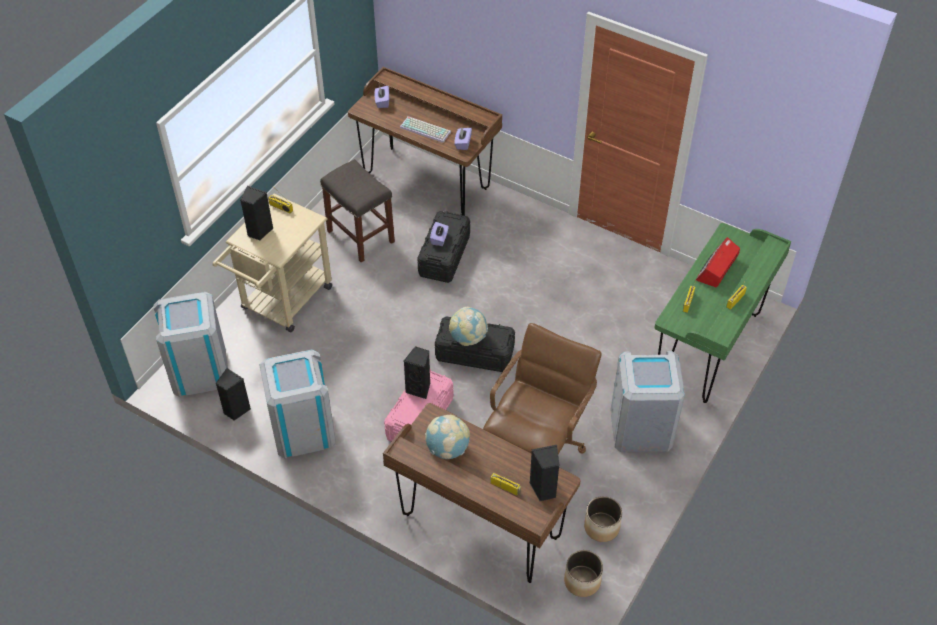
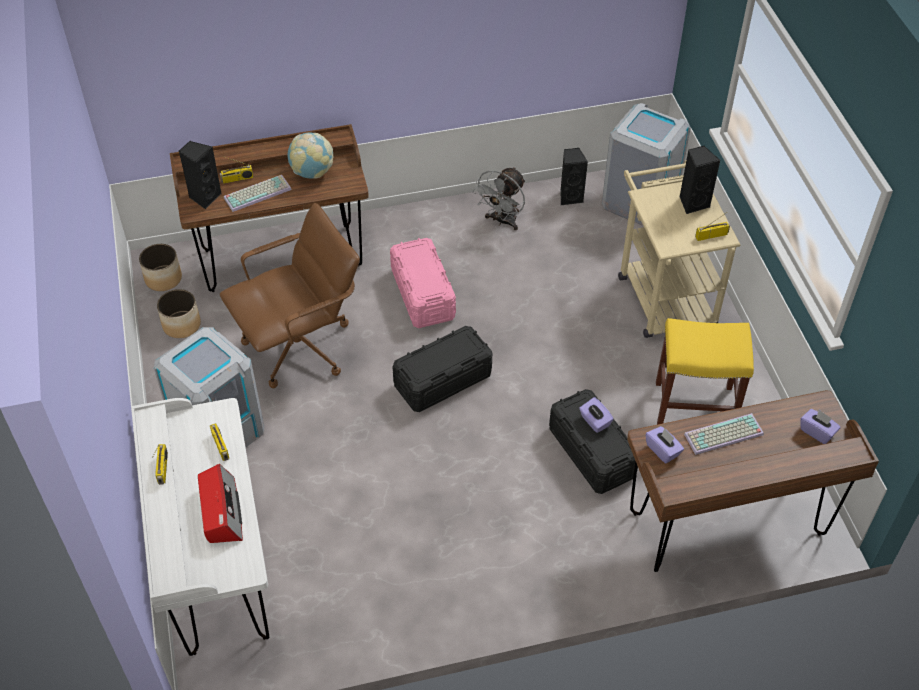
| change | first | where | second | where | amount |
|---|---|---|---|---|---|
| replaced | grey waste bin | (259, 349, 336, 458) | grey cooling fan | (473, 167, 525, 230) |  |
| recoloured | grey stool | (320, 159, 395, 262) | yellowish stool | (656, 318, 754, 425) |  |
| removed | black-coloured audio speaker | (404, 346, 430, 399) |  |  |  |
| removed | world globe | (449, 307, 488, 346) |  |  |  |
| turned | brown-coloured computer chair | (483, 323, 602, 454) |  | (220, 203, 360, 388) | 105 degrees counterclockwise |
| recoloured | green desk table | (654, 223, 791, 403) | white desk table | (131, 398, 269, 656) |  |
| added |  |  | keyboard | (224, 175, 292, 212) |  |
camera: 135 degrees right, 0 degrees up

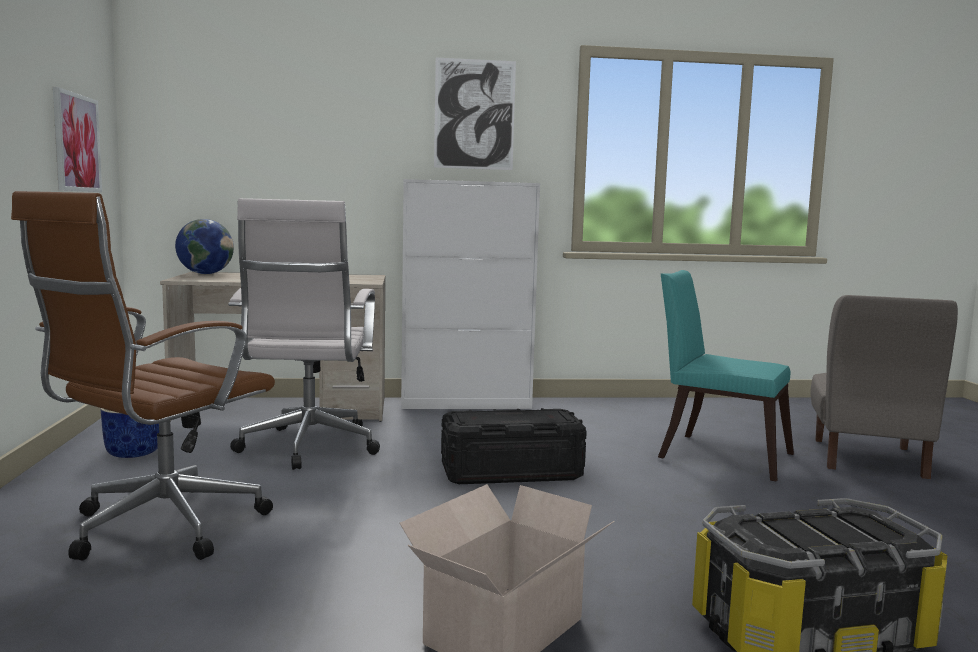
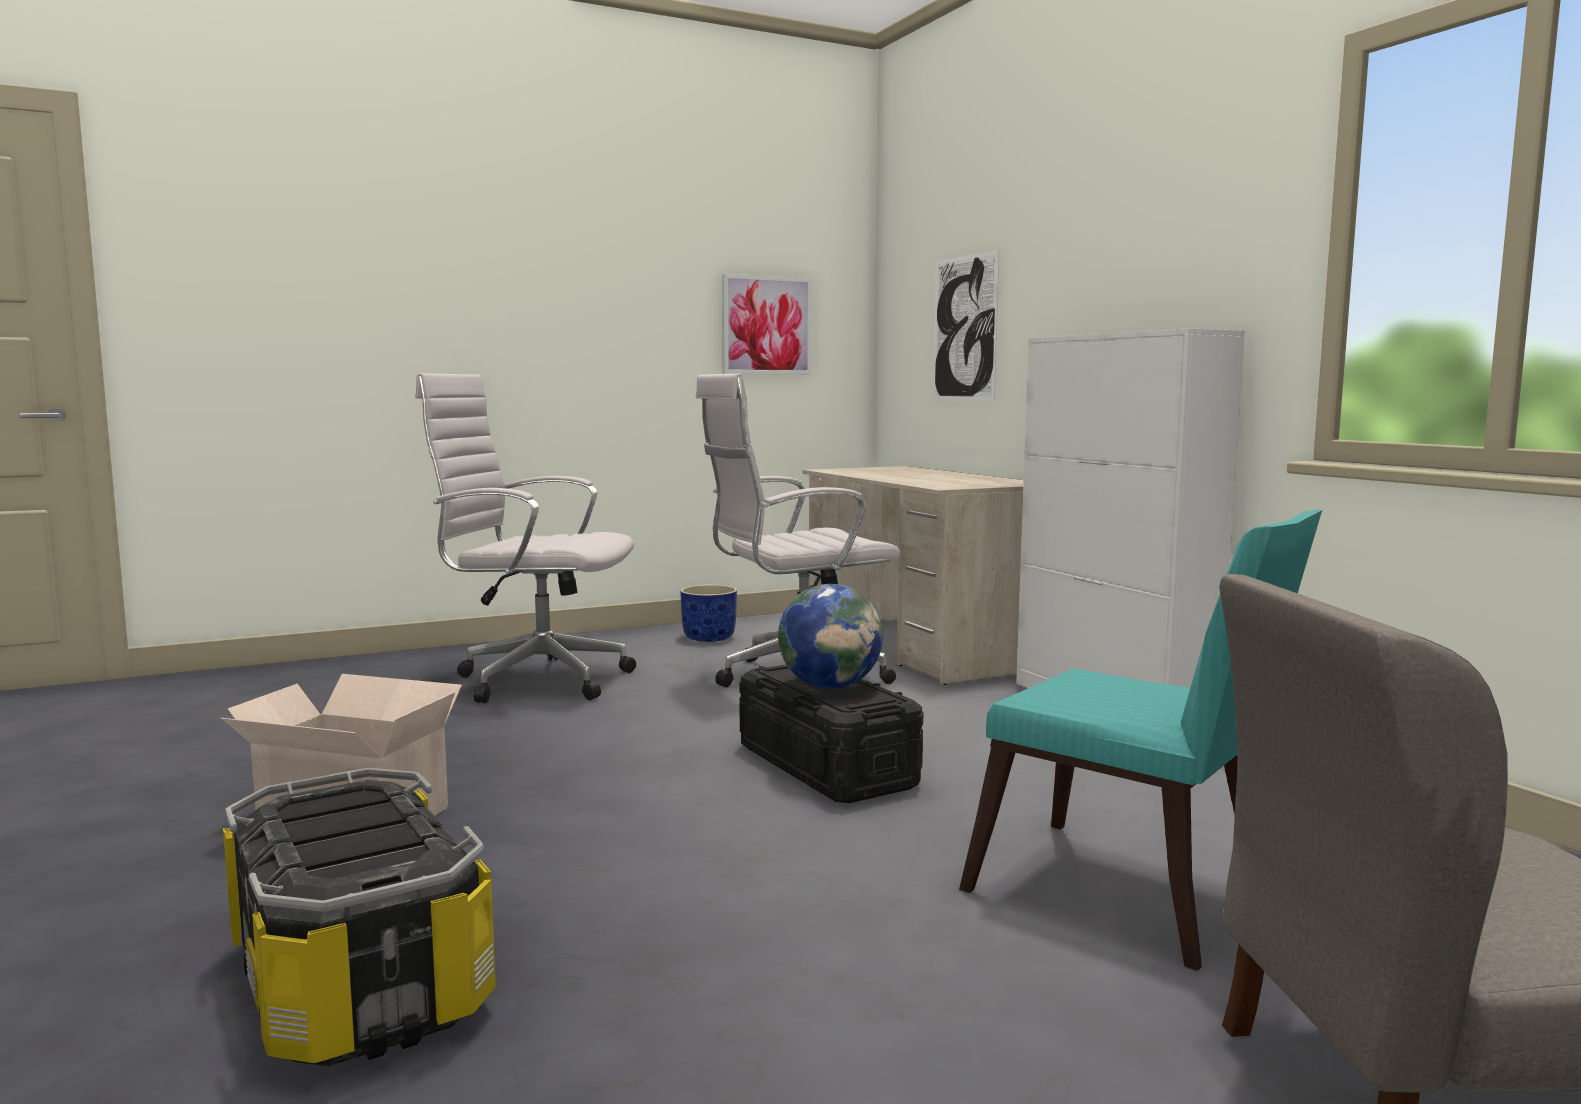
| change | first | where | second | where | amount |
|---|---|---|---|---|---|
| recoloured | brown-coloured computer chair | (11, 191, 275, 560) | white computer chair | (415, 373, 636, 703) |  |
| moved | world globe | (175, 219, 234, 274) |  | (778, 584, 883, 689) |  |
| moved | wall art | (434, 58, 516, 170) |  | (933, 250, 999, 400) |  |
| turned | turquoise-coloured upright chair | (658, 270, 794, 481) |  | (959, 509, 1322, 971) | 120 degrees clockwise |
camera: 70 degrees right, 0 degrees up

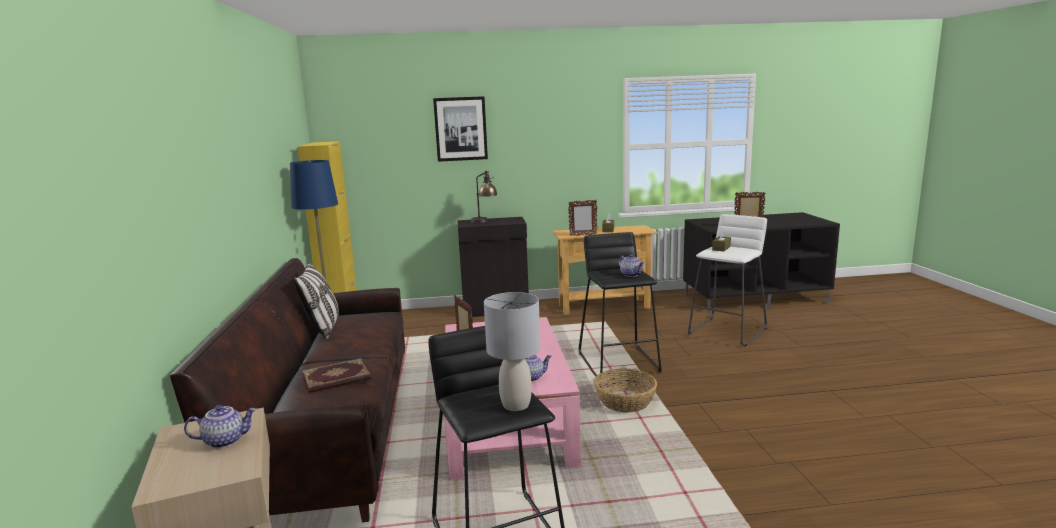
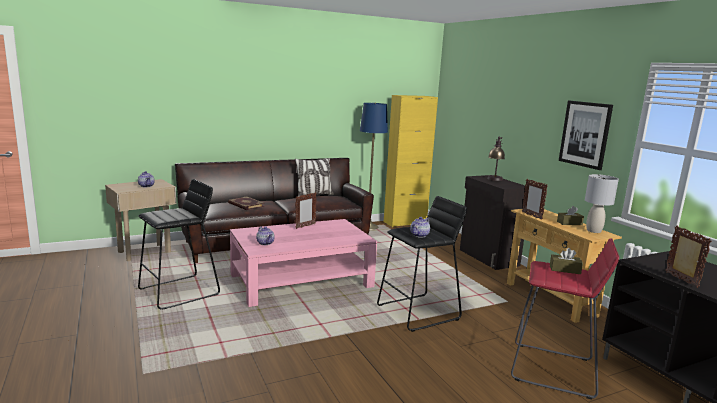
| change | first | where | second | where | amount |
|---|---|---|---|---|---|
| moved | wall art | (433, 96, 488, 162) |  | (559, 101, 613, 170) |  |
| moved | grey table lamp | (484, 292, 540, 411) |  | (585, 174, 619, 233) |  |
| removed | household basket | (594, 368, 657, 413) |  |  |  |
| recoloured | white stool | (688, 214, 767, 347) | red stool | (511, 238, 619, 400) |  |
camera: 70 degrees right, 0 degrees up

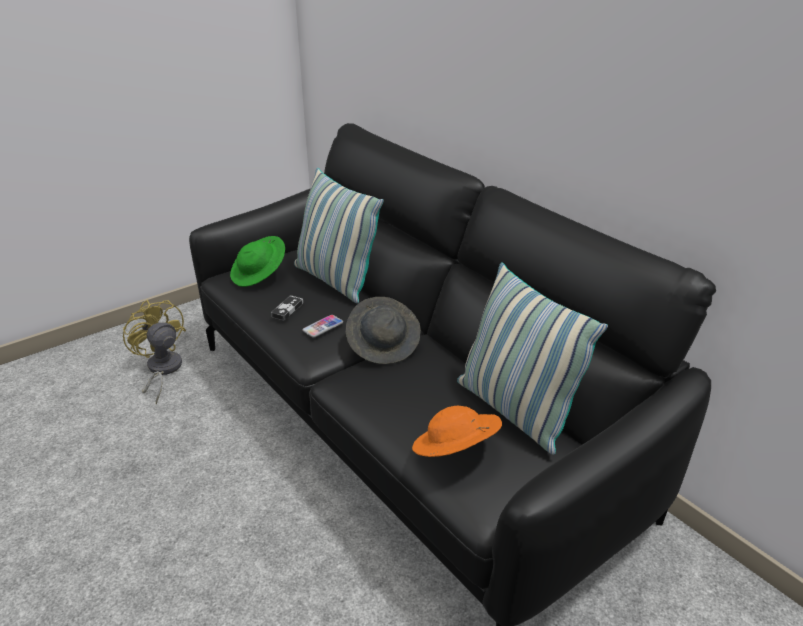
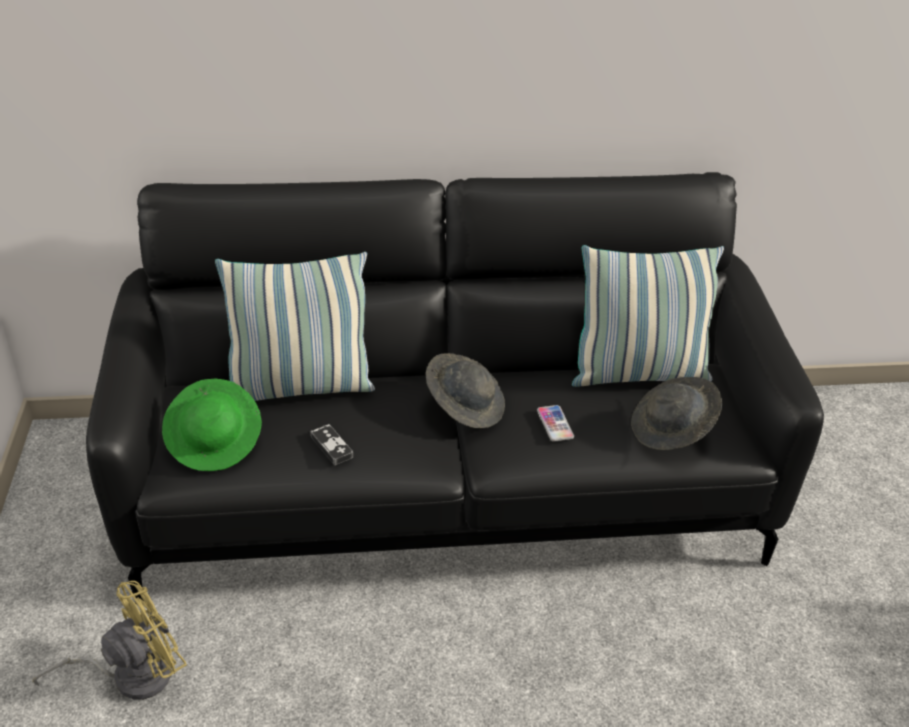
| change | first | where | second | where | amount |
|---|---|---|---|---|---|
| turned | yellowish cooling fan | (123, 299, 186, 404) |  | (32, 581, 187, 700) | 150 degrees clockwise |
| moved | phone | (302, 315, 343, 338) |  | (537, 405, 574, 442) |  |
| recoloured | orangey hat | (412, 406, 502, 457) | grey hat | (631, 377, 722, 450) |  |
camera: 60 degrees left, 5 degrees up

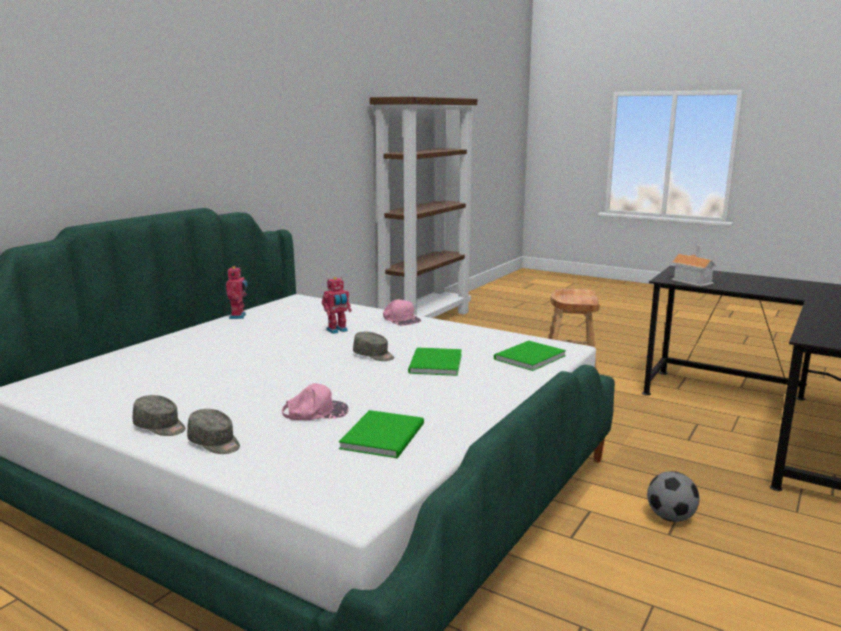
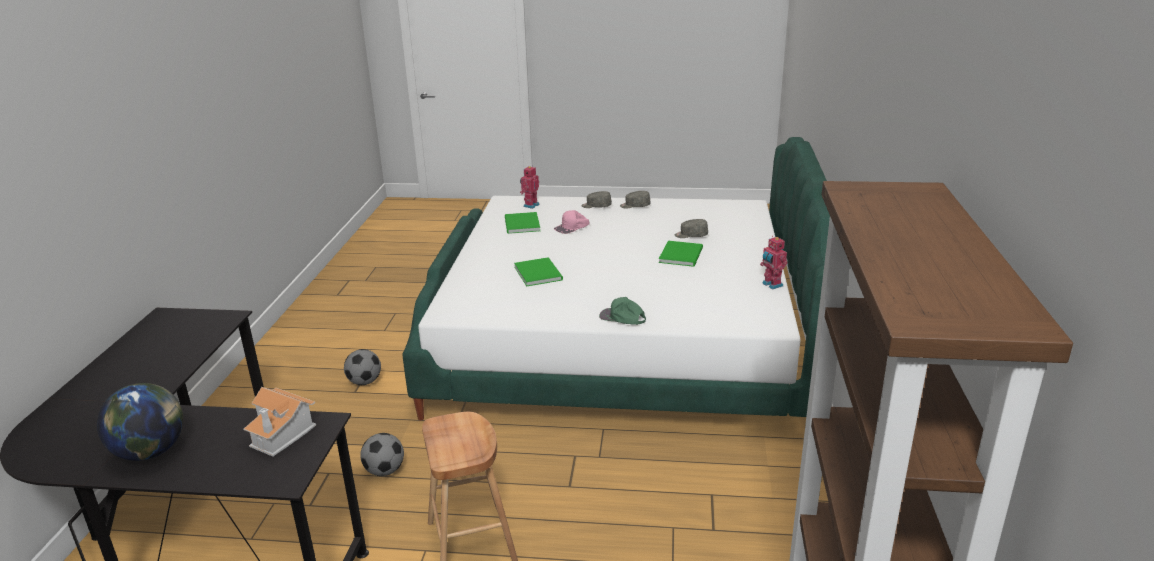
| change | first | where | second | where | amount |
|---|---|---|---|---|---|
| moved | model robot | (322, 277, 352, 334) |  | (520, 165, 540, 209) |  |
| moved | grey peaked cap | (353, 332, 394, 361) |  | (674, 219, 708, 238) |  |
| recoloured | pink peaked cap | (383, 299, 421, 326) | green peaked cap | (599, 297, 646, 325) |  |
| moved | green book | (494, 341, 566, 371) |  | (659, 241, 703, 267) |  |
| added |  |  | world globe | (97, 383, 183, 461) |  |
| added |  |  | ball for football | (360, 433, 404, 476) |  |
camera: 155 degrees right, 10 degrees up

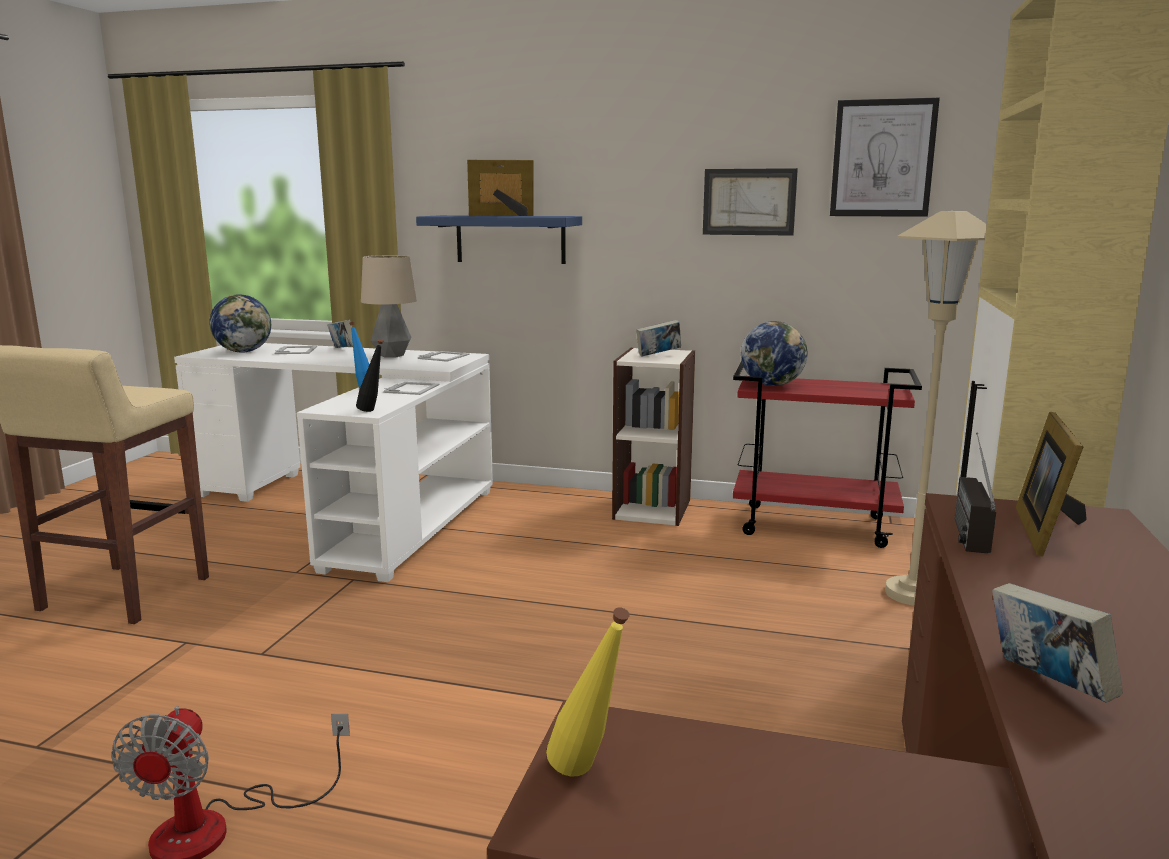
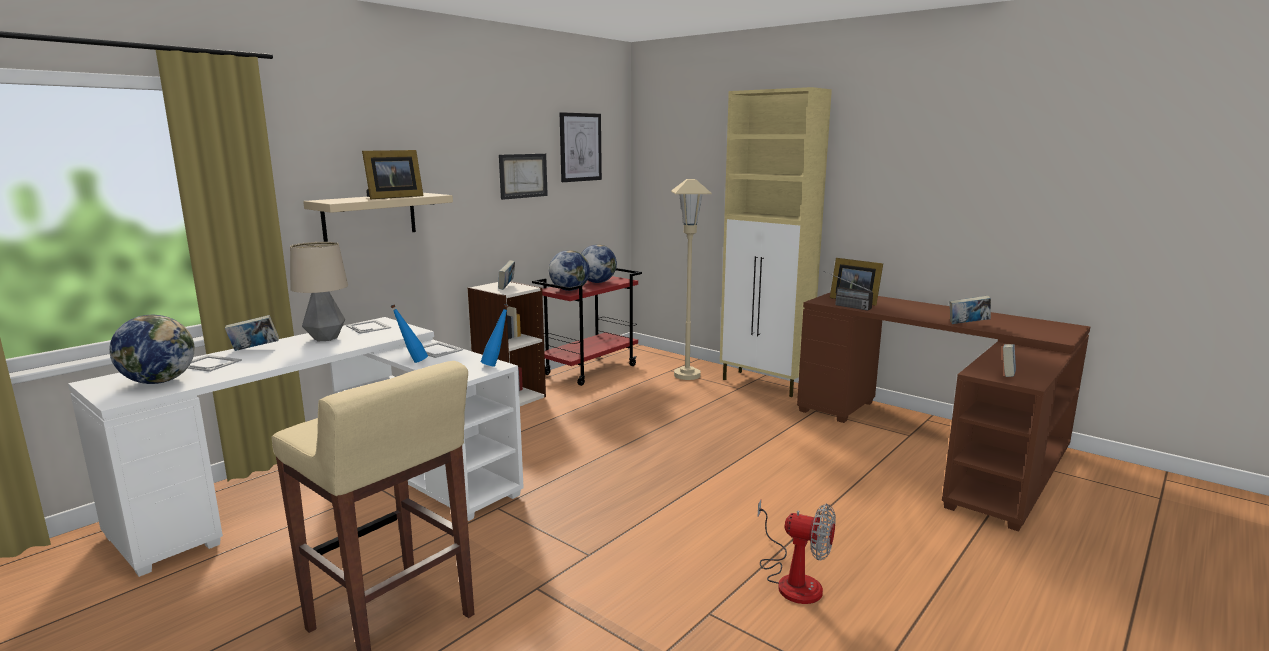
| change | first | where | second | where | amount |
|---|---|---|---|---|---|
| recoloured | black-coloured drink bottle | (356, 339, 383, 412) | bluish drink bottle | (481, 304, 509, 366) |  |
| recoloured | bluish shelf | (416, 215, 582, 264) | sand-coloured shelf | (303, 193, 453, 242) |  |
| turned | photo frame | (467, 160, 533, 216) |  | (362, 150, 424, 199) | 150 degrees counterclockwise |
| replaced | yellowish drink bottle | (546, 607, 630, 776) | book | (1003, 344, 1016, 377) |  |
| added |  |  | world globe | (581, 244, 617, 283) |  |
camera: 65 degrees left, 0 degrees up

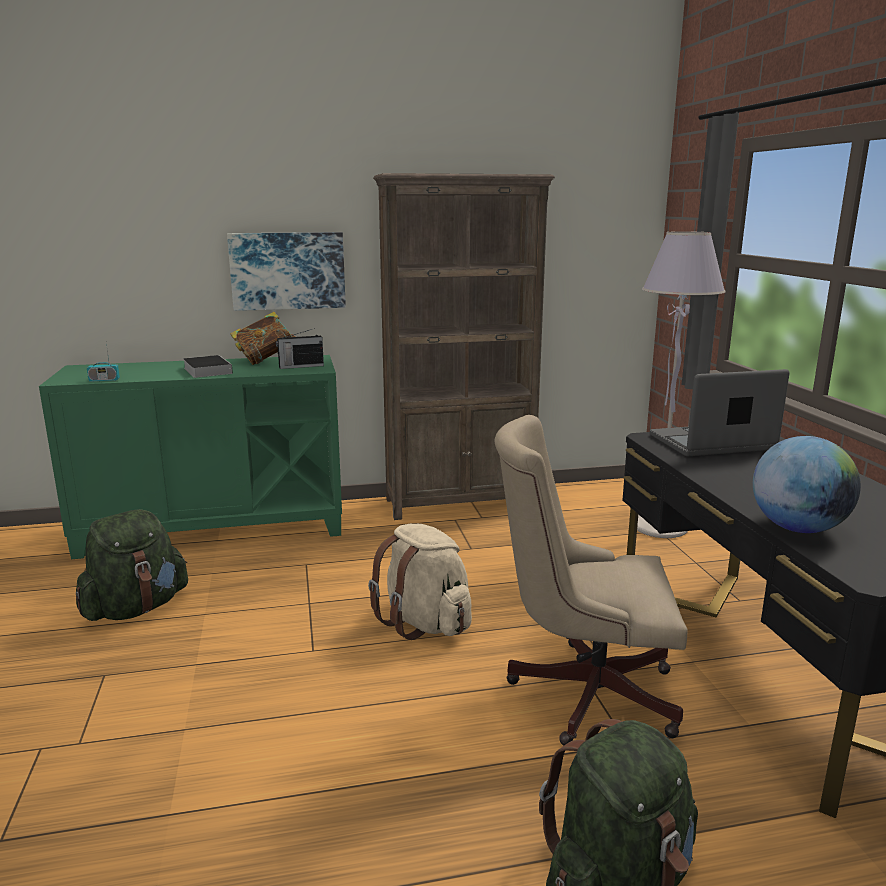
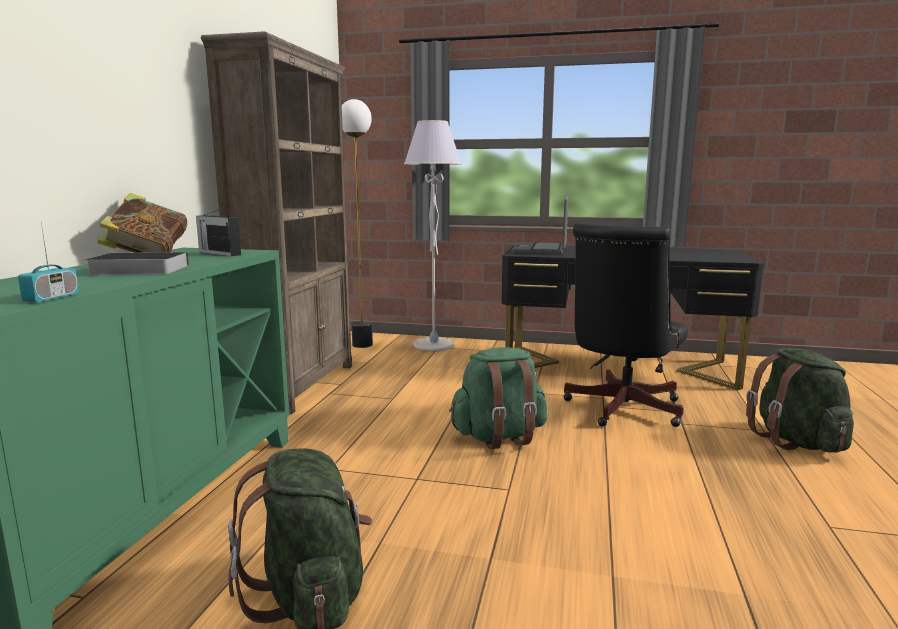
| change | first | where | second | where | amount |
|---|---|---|---|---|---|
| removed | wall art | (227, 232, 346, 311) |  |  |  |
| turned | radio | (276, 328, 324, 369) |  | (196, 206, 241, 256) | 120 degrees clockwise |
| recoloured | sand-coloured rucksack | (368, 524, 472, 640) | green rucksack | (449, 347, 548, 449) |  |
| recoloured | sand-coloured computer chair | (495, 415, 688, 745) | black-coloured computer chair | (563, 223, 688, 427) |  |
| removed | world globe | (753, 436, 861, 533) |  |  |  |
| added |  |  | standing lamp | (342, 99, 373, 348) |  |
camera: 65 degrees left, 5 degrees down

